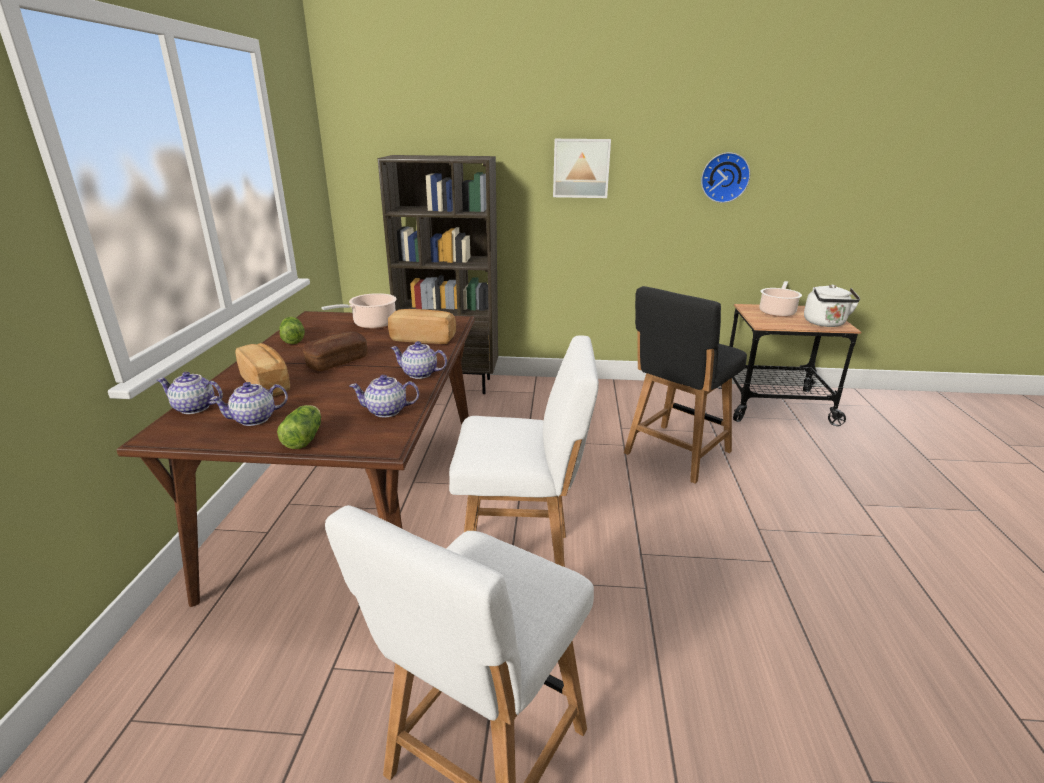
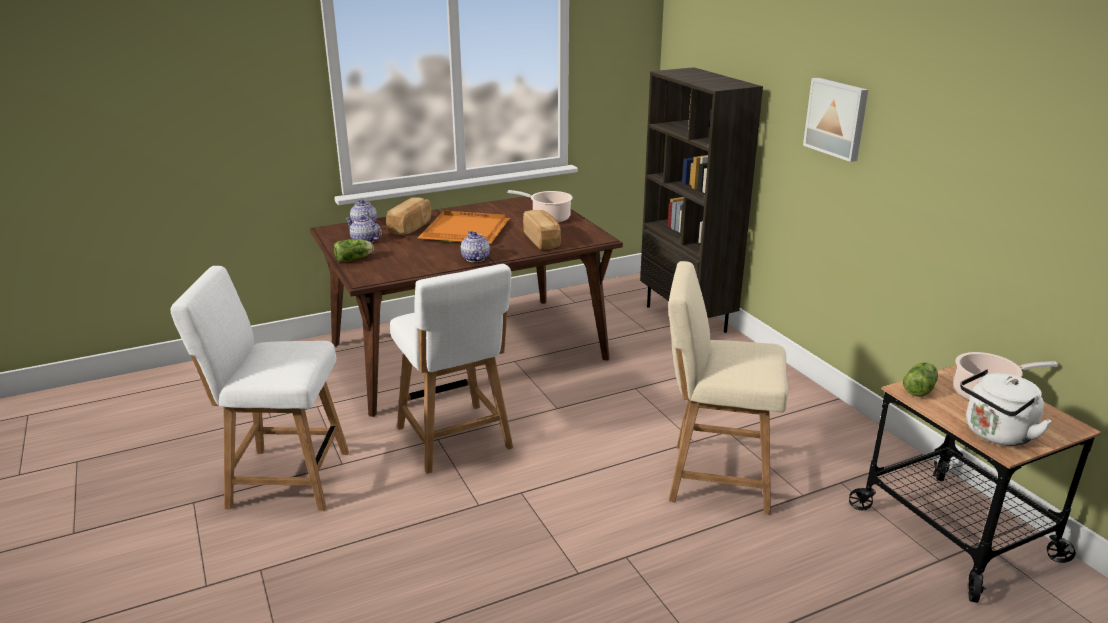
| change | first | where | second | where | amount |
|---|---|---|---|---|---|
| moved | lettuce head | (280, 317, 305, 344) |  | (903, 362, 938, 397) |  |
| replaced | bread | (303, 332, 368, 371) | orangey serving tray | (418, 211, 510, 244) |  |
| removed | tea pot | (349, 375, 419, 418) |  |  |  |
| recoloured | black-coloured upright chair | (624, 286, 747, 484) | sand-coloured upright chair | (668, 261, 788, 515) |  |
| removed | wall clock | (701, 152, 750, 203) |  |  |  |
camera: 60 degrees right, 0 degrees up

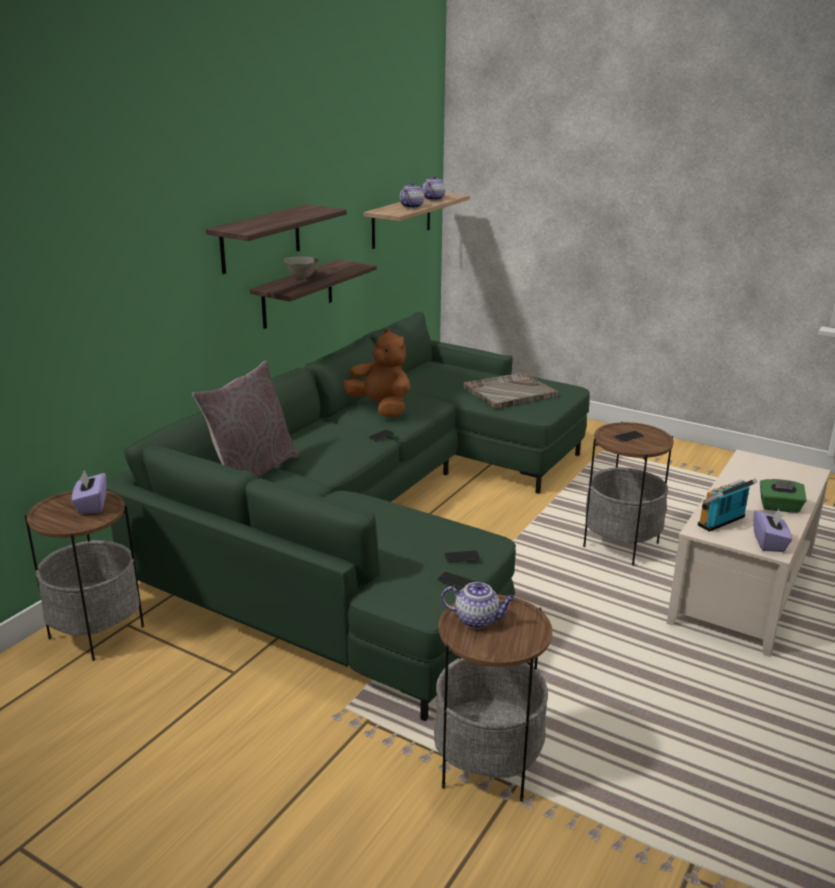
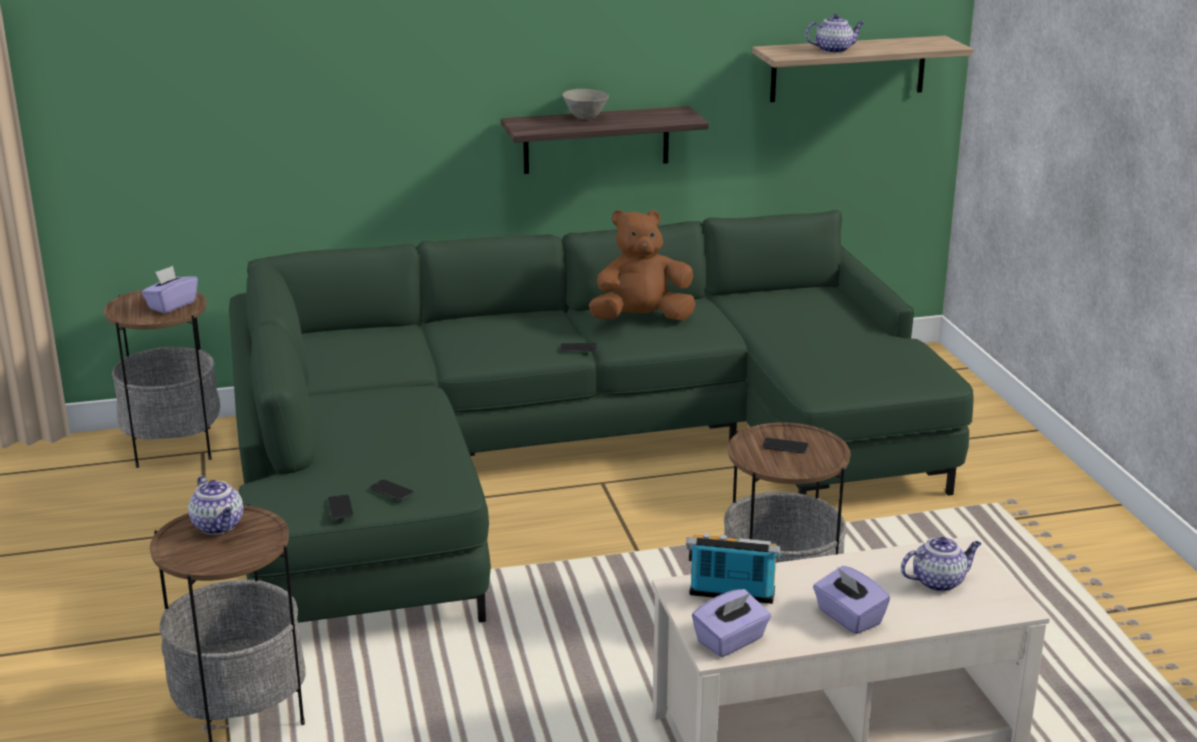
| change | first | where | second | where | amount |
|---|---|---|---|---|---|
| removed | grey throw pillow | (192, 361, 299, 477) |  |  |  |
| removed | shelf | (206, 204, 347, 274) |  |  |  |
| turned | brown-coloured soft toy | (343, 329, 410, 417) |  | (589, 210, 696, 320) | 105 degrees counterclockwise |
| moved | tea pot | (422, 175, 446, 200) |  | (901, 537, 981, 592) |  |
| removed | grey serving tray | (463, 373, 558, 409) |  |  |  |
| recoloured | green box of tissues | (760, 479, 807, 513) | purplish box of tissues | (813, 566, 890, 634) |  |
camera: 45 degrees right, 0 degrees up

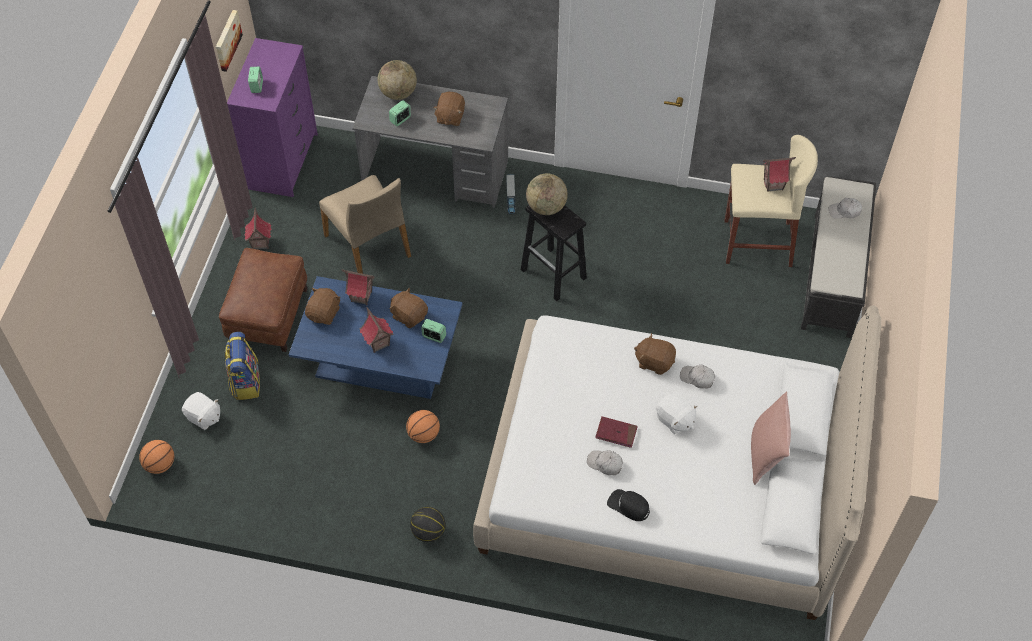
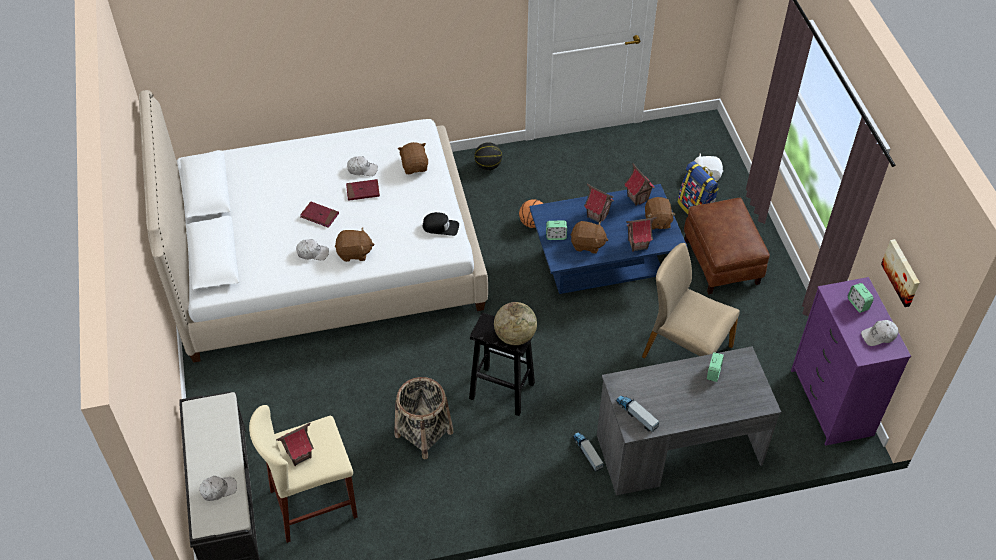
| change | first | where | second | where | amount |
|---|---|---|---|---|---|
| removed | ball for basketball | (139, 440, 174, 474) |  |  |  |
| moved | model house | (245, 208, 272, 249) |  | (624, 163, 655, 206) |  |
| removed | world globe | (378, 60, 417, 100) |  |  |  |
| moved | brown-coloured soft toy | (433, 92, 465, 126) |  | (398, 142, 428, 174) |  |
| moved | black-coloured peaked cap | (607, 489, 650, 521) |  | (423, 212, 459, 236) |  |
| replaced | white soft toy | (656, 392, 698, 434) | red book | (300, 202, 339, 228) |  |
| removed | pink throw pillow | (751, 391, 791, 485) |  |  |  |
| added |  |  | household basket | (394, 377, 454, 459) |  |
| added |  |  | toy lorry | (615, 396, 660, 433) |  |
| added |  |  | white peaked cap | (861, 320, 898, 346) |  |
camera: 155 degrees right, 5 degrees down

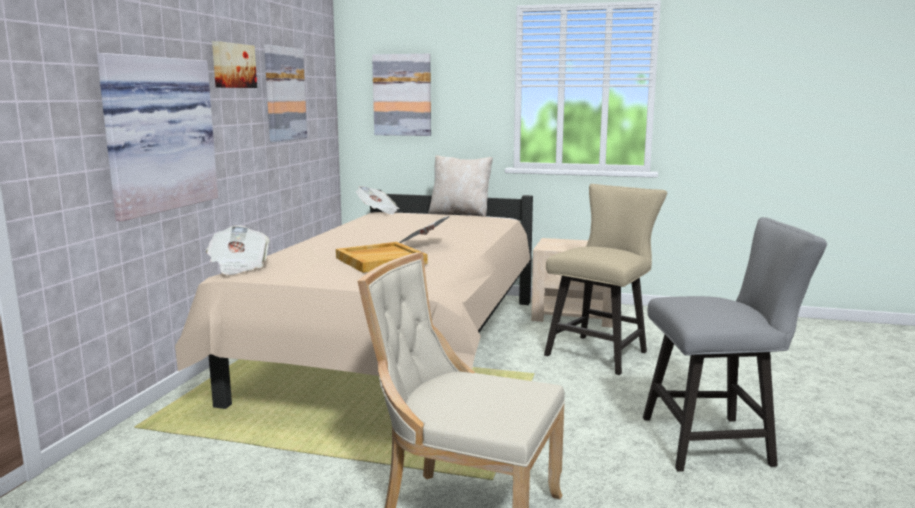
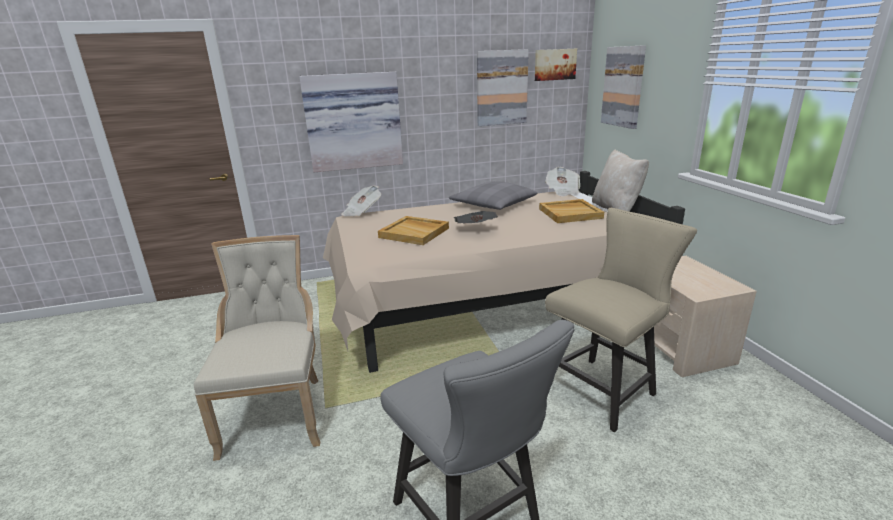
| change | first | where | second | where | amount |
|---|---|---|---|---|---|
| moved | wall art | (212, 41, 257, 88) |  | (535, 49, 577, 81) |  |
| turned | sand-coloured upright chair | (544, 184, 667, 375) |  | (545, 208, 697, 432) | 45 degrees counterclockwise |
| added |  |  | grey throw pillow | (449, 181, 537, 210) |  |
| added |  |  | sand-coloured serving tray | (539, 199, 604, 223) |  |
camera: 60 degrees right, 10 degrees up

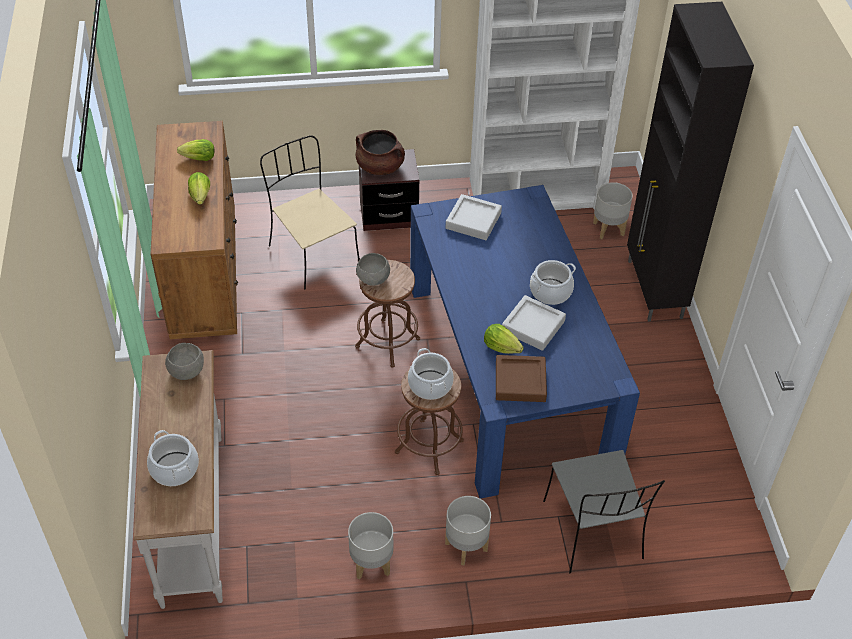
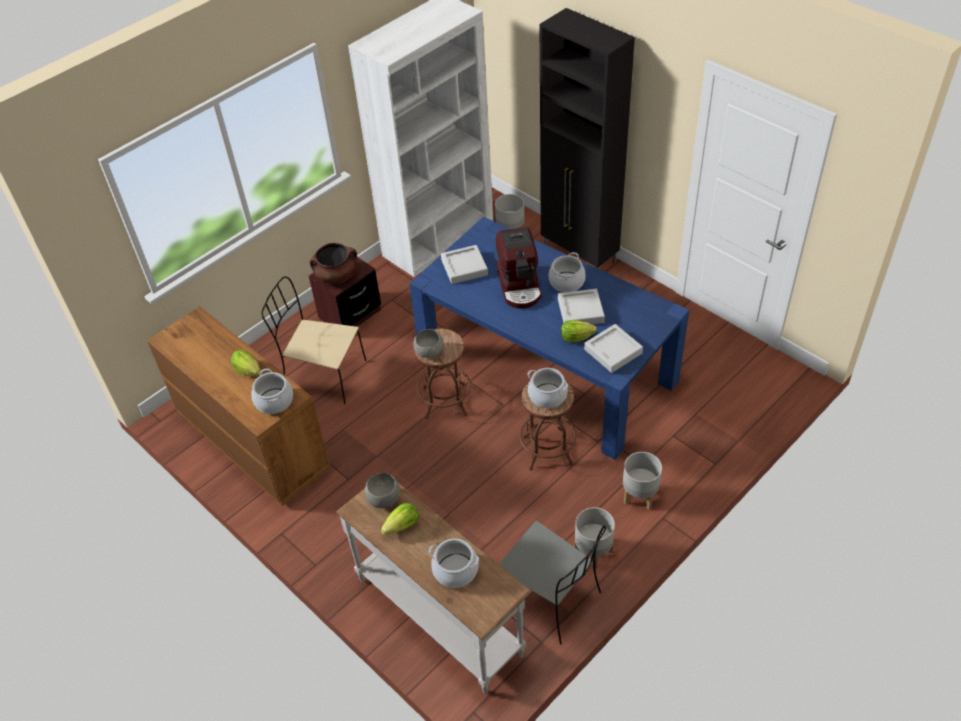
| change | first | where | second | where | amount |
|---|---|---|---|---|---|
| moved | lettuce head | (177, 139, 215, 161) |  | (381, 503, 419, 535) |  |
| recoloured | brown-coloured serving tray | (496, 355, 547, 402) | grey serving tray | (584, 324, 643, 373) |  |
| moved | grey upright chair | (543, 450, 665, 574) |  | (499, 521, 606, 644) |  |
| added |  |  | saucepot | (251, 368, 293, 414) |  |
| added |  |  | coffee machine | (496, 227, 542, 309) |  |
camera: 35 degrees left, 0 degrees up

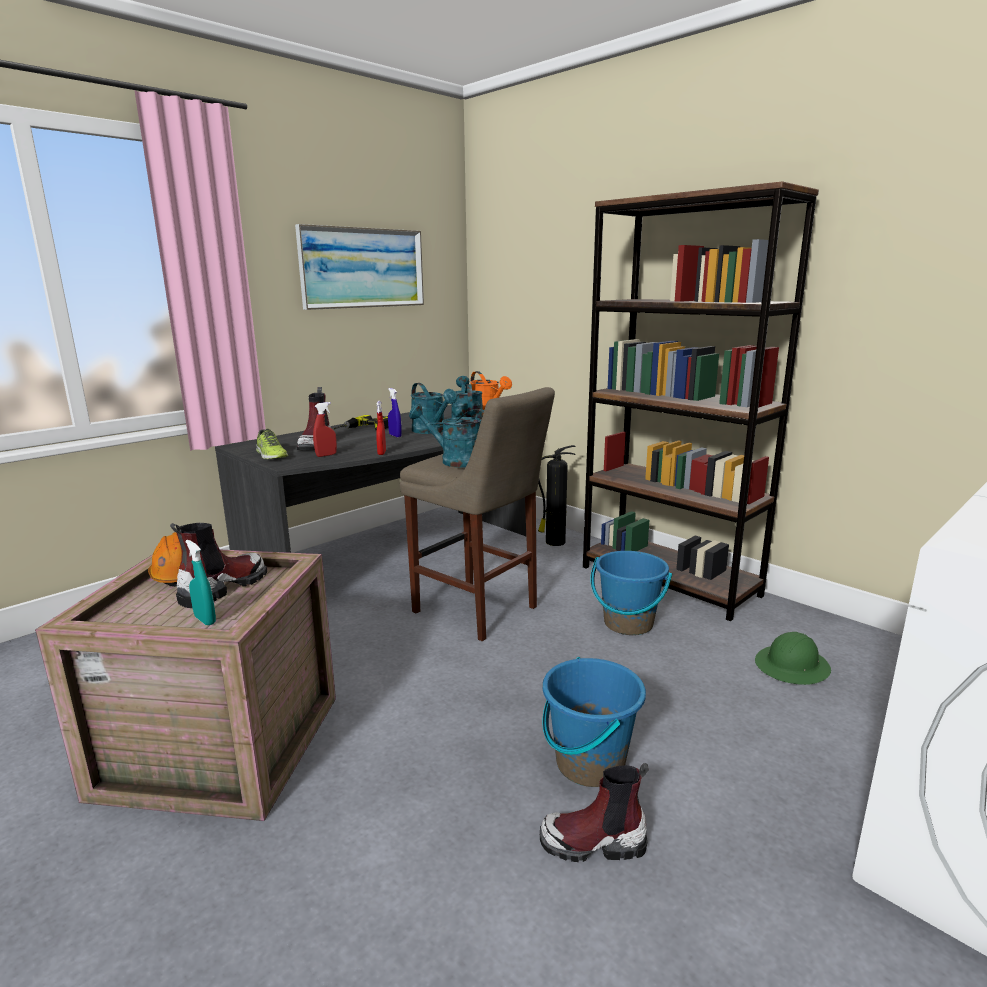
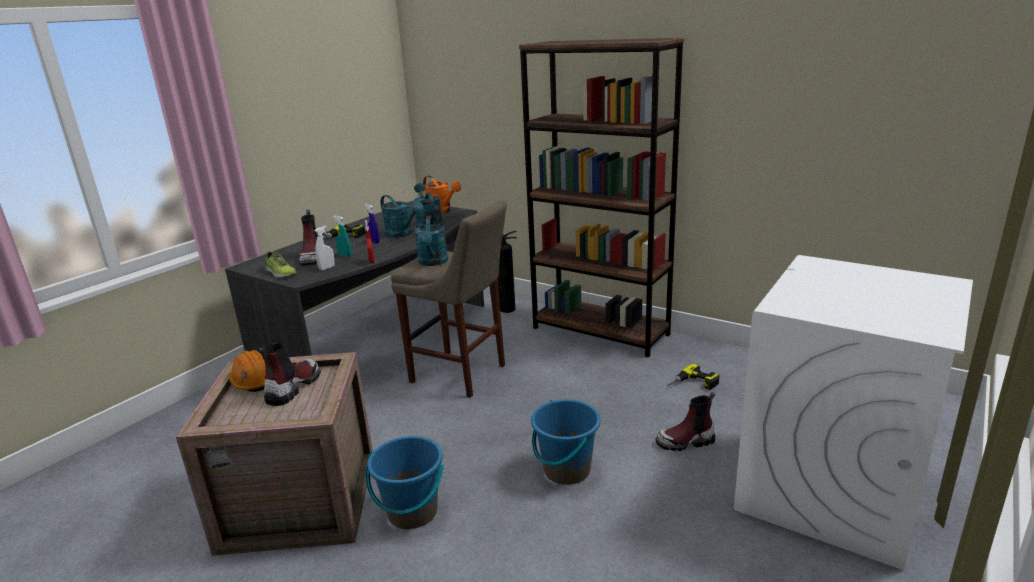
| change | first | where | second | where | amount |
|---|---|---|---|---|---|
| moved | turquoise-coloured sprayer | (186, 540, 216, 625) |  | (333, 216, 351, 257) |  |
| removed | wall art | (295, 224, 424, 310) |  |  |  |
| recoloured | red sprayer | (313, 402, 337, 457) | white sprayer | (315, 226, 335, 271) |  |
| turned | turquoise-coloured watering can | (409, 404, 484, 468) |  | (414, 216, 448, 266) | 105 degrees counterclockwise |
| moved | tall boot | (540, 763, 649, 862) |  | (656, 392, 715, 451) |  |
| moved | bluish water bucket | (591, 551, 672, 635) |  | (366, 436, 444, 529) |  |
| replaced | green safety helmet | (755, 632, 831, 685) | electric drill | (667, 363, 720, 390) |  |
camera: 10 degrees left, 5 degrees up

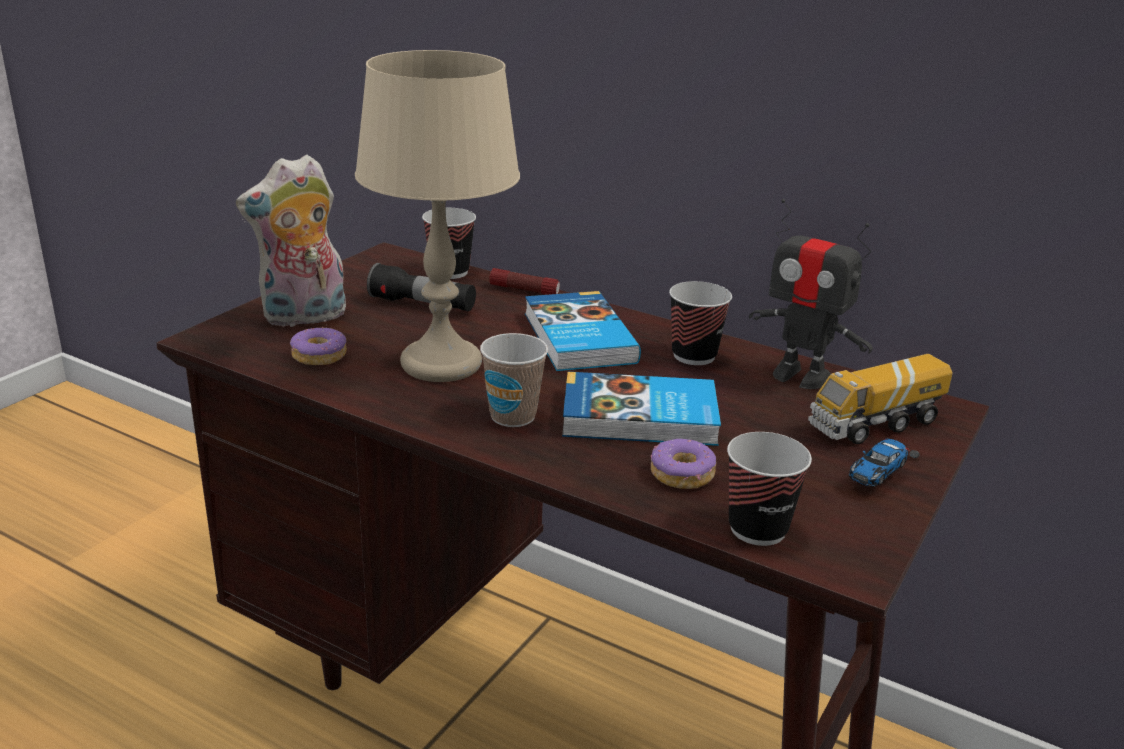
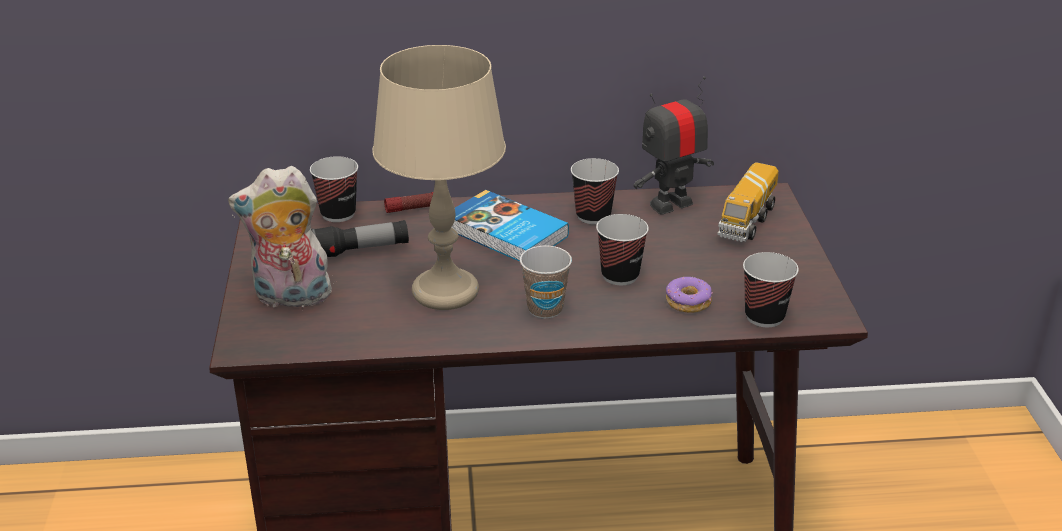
| change | first | where | second | where | amount |
|---|---|---|---|---|---|
| turned | soft toy | (236, 155, 346, 328) |  | (228, 166, 334, 307) | 60 degrees clockwise |
| removed | doughnut | (290, 327, 347, 365) |  |  |  |
| replaced | book | (562, 372, 721, 446) | drinking cup | (596, 214, 649, 285) |  |
| turned | model robot | (749, 199, 873, 389) |  | (634, 77, 714, 215) | 150 degrees clockwise |
| removed | miniature car | (849, 439, 920, 487) |  |  |  |
camera: 35 degrees left, 5 degrees up

